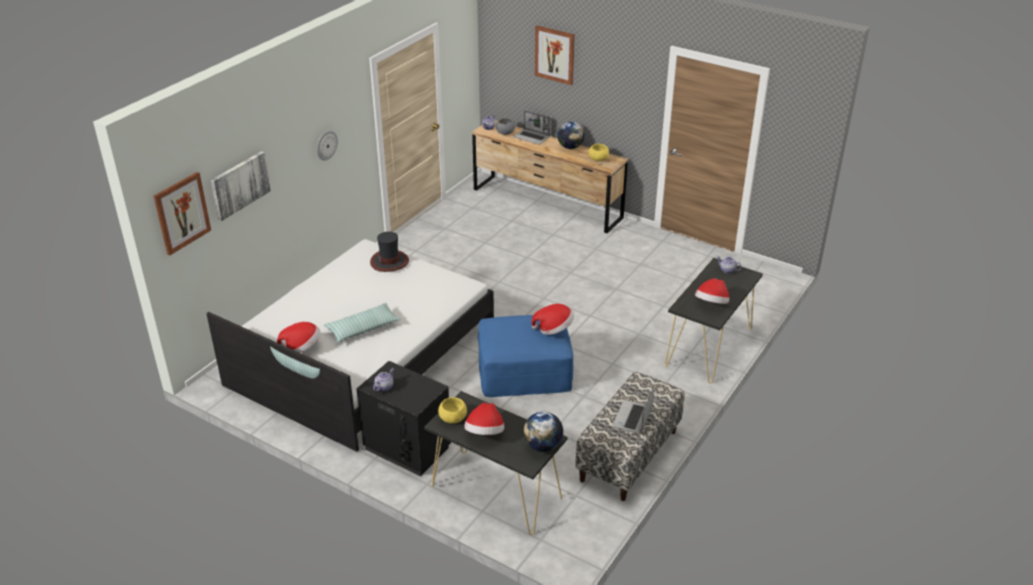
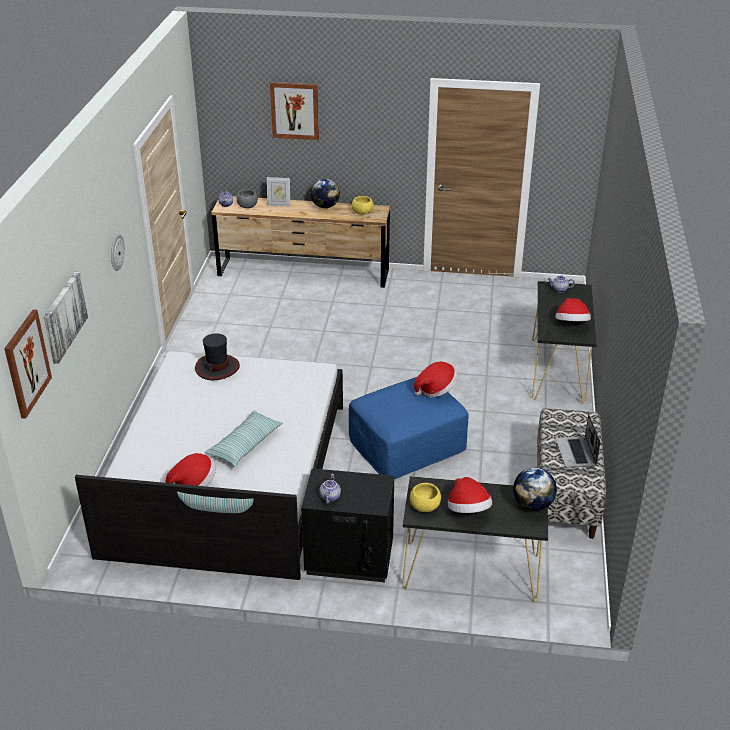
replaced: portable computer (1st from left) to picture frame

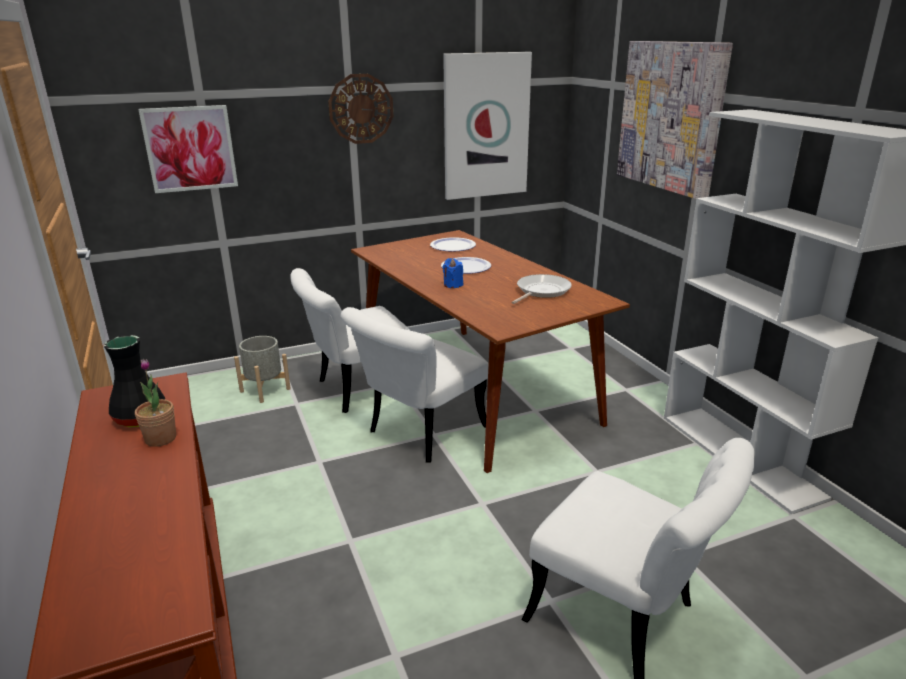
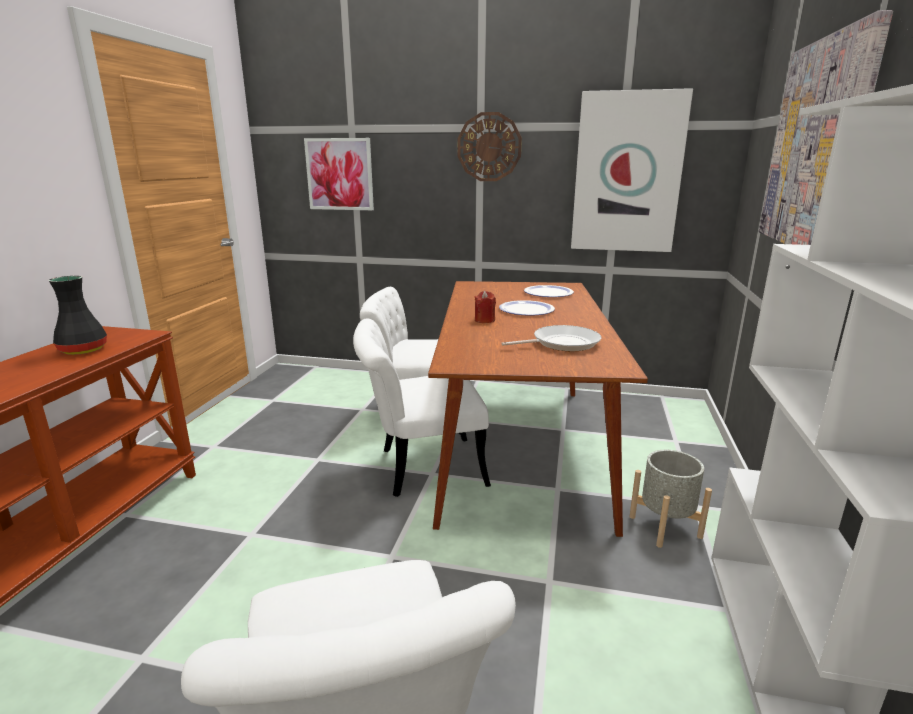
removed: potted plant
moved: gray flower pot
recoloured: bluish wax light to reddish wax light

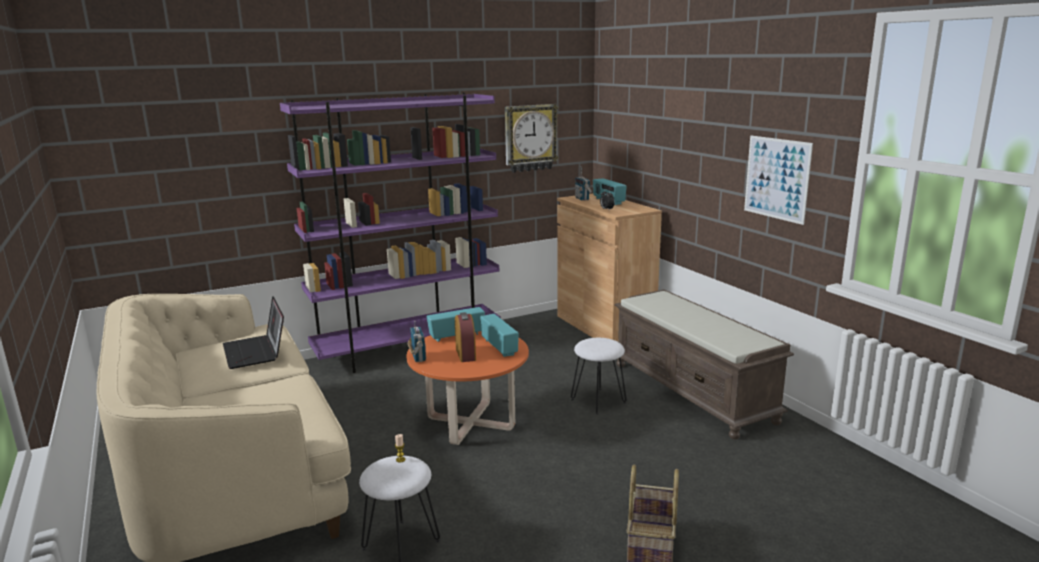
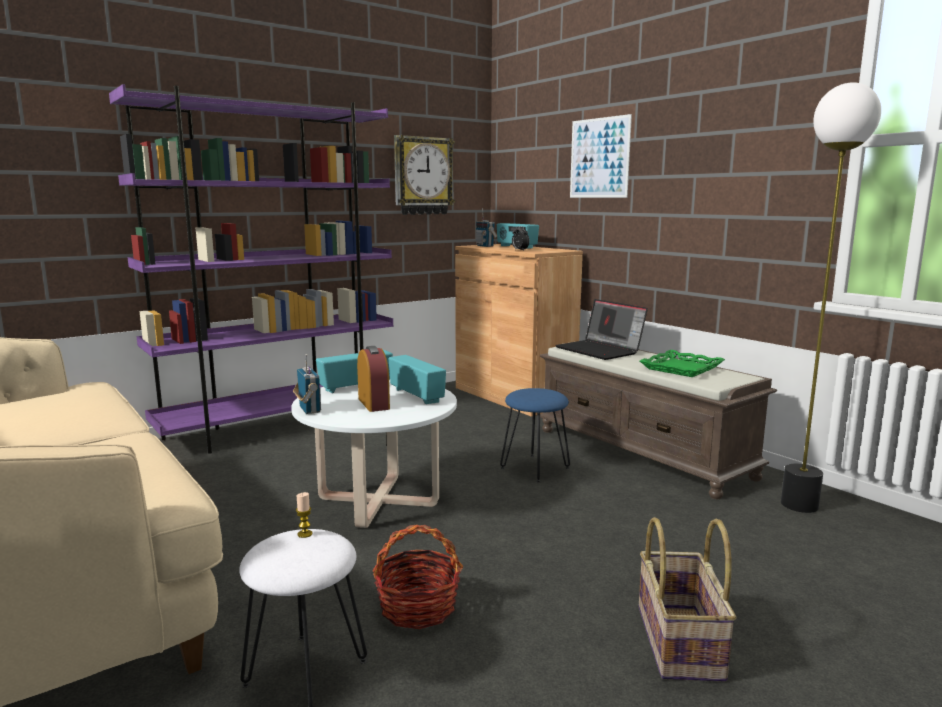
added: storage basket (1st from left); green serving tray; floor lamp
moved: portable computer; wall picture
recoloured: orange-coloured low table to white-coloured low table; white-coloured stool seat (2nd from left) to bluish stool seat

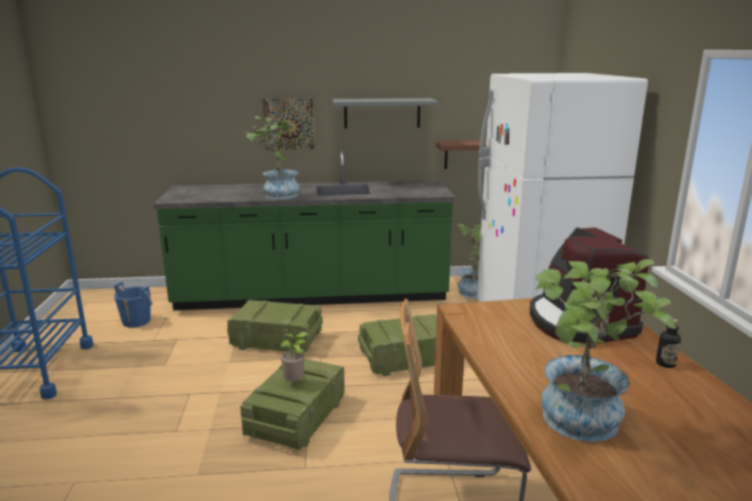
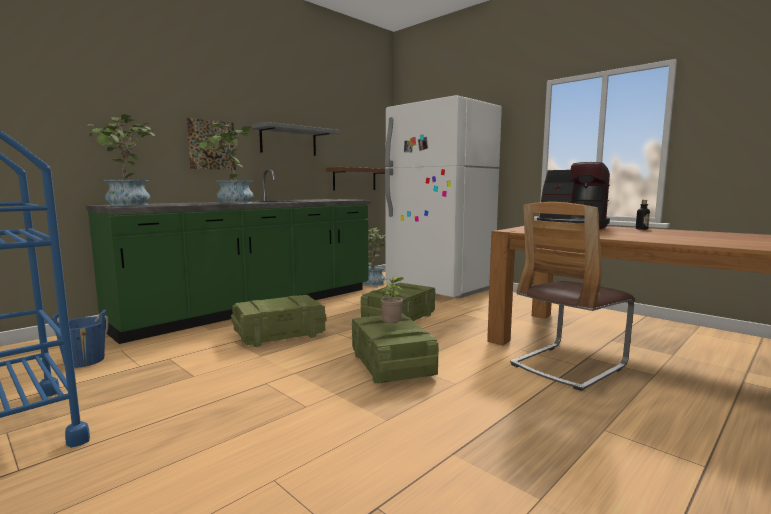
moved: potted plant (4th from left in the first image) to potted plant (1st from left)

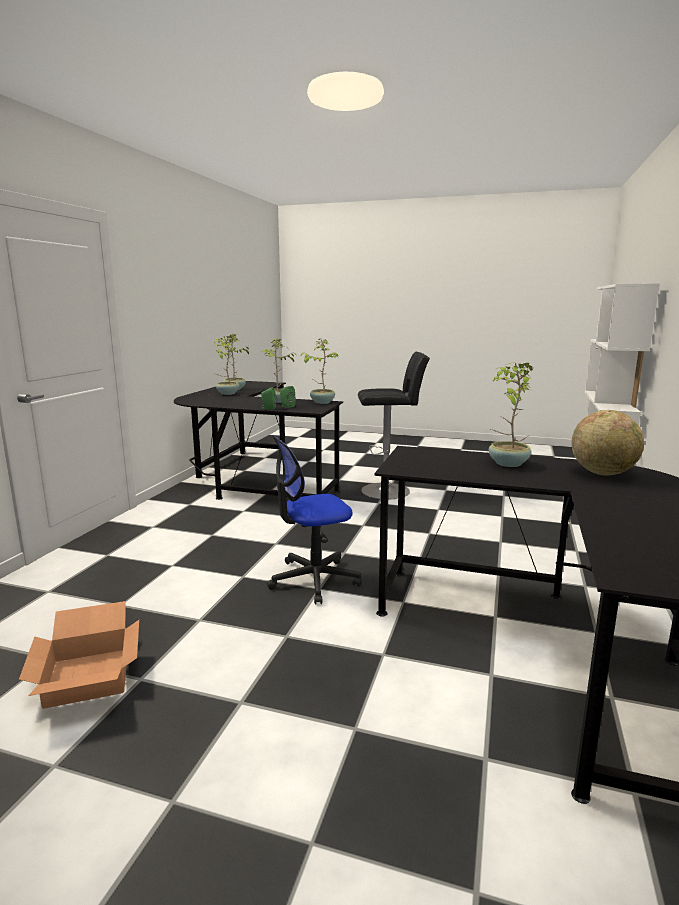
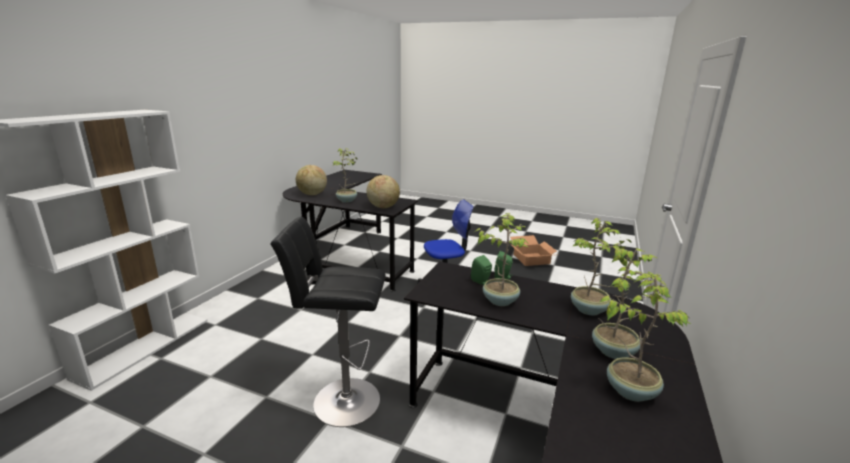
added: globe (2nd from left)
moved: potted plant (4th from left in the first image) to potted plant (3rd from left)

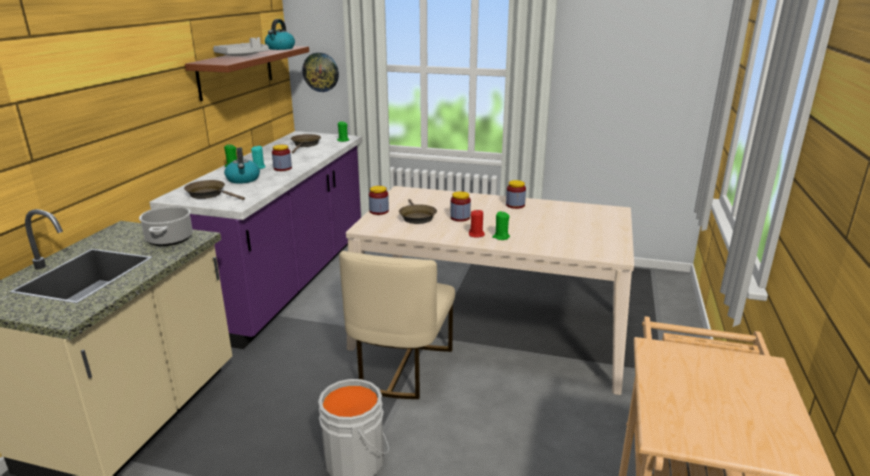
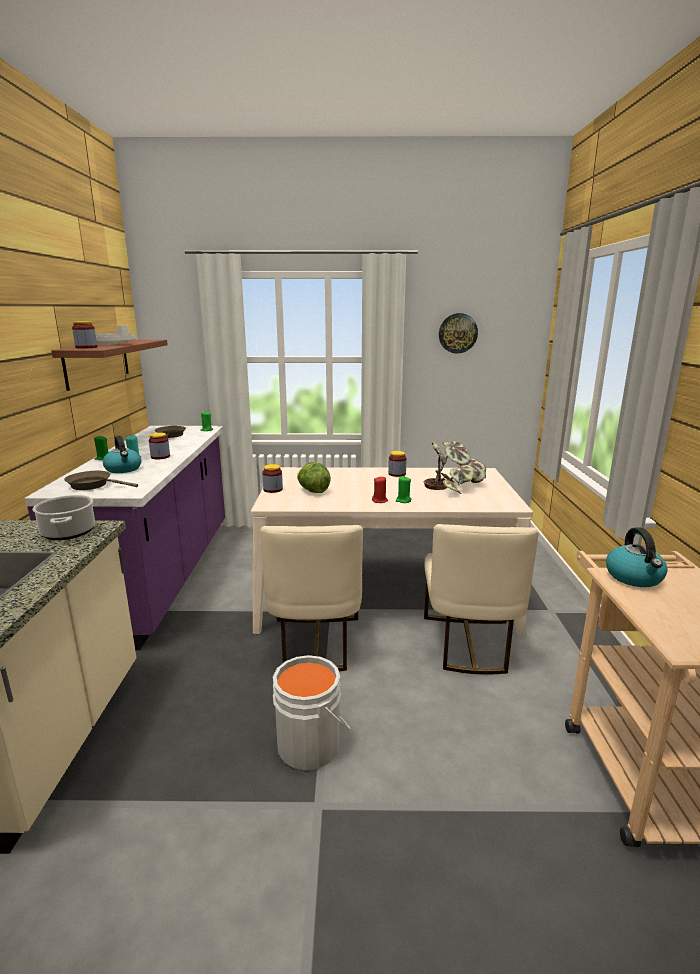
added: potted plant; beige chair (2nd from left)
moved: kettle (2nd from left); wall clock; preserve jar (3rd from left in the first image) to preserve jar (1st from left)
replaced: brownish frying pan (3rd from left) to lettuce head

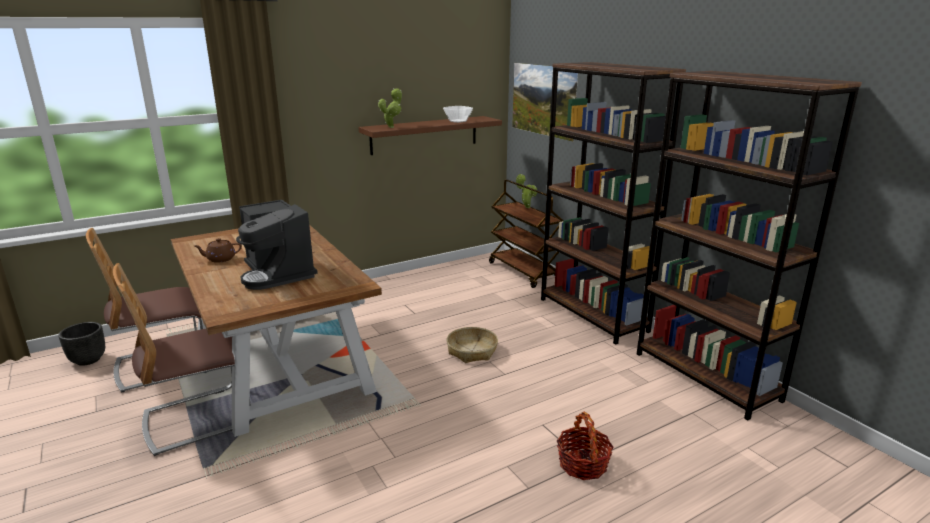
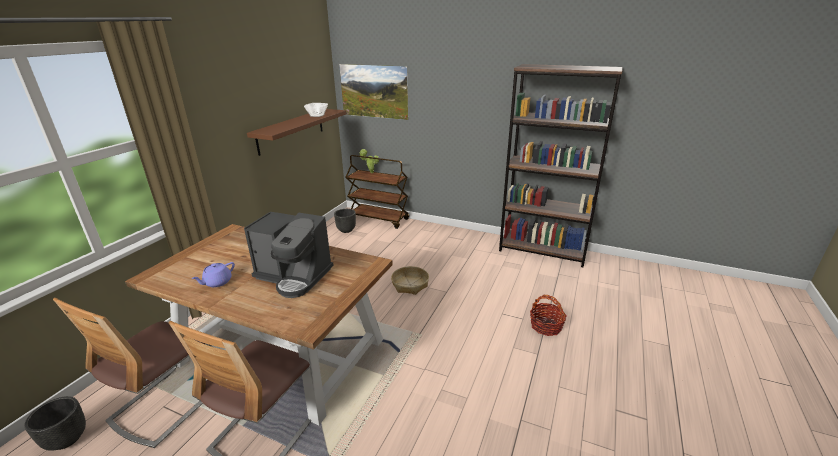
removed: potted plant (1st from left); brownish shelving unit (1st from left)
added: black flower pot (2nd from left)
recoloured: brownish pot for tea to purple pot for tea

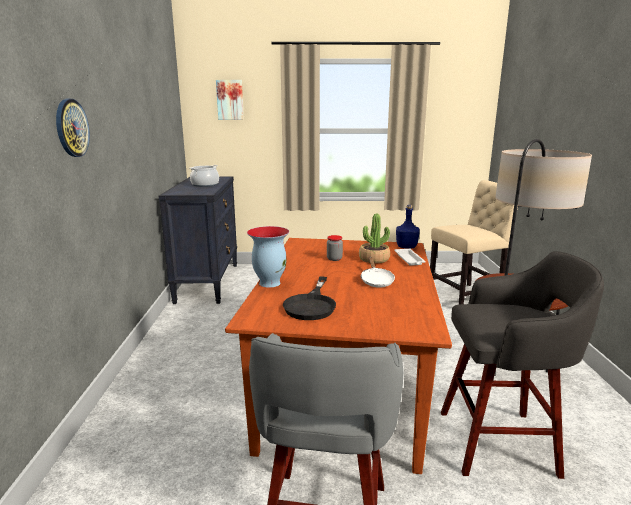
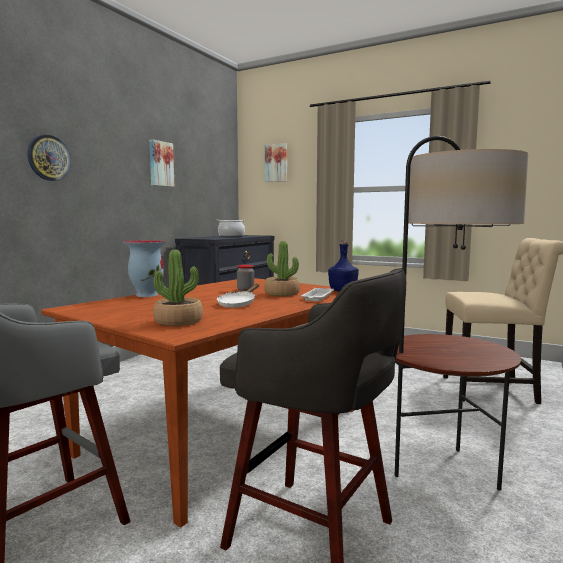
removed: black frying pan
added: wall picture (1st from left); potted plant (1st from left)

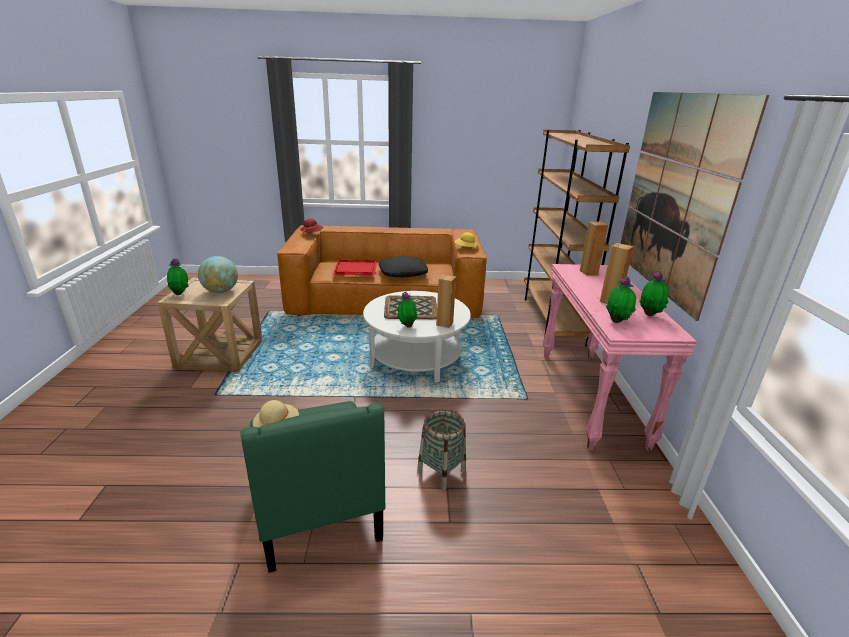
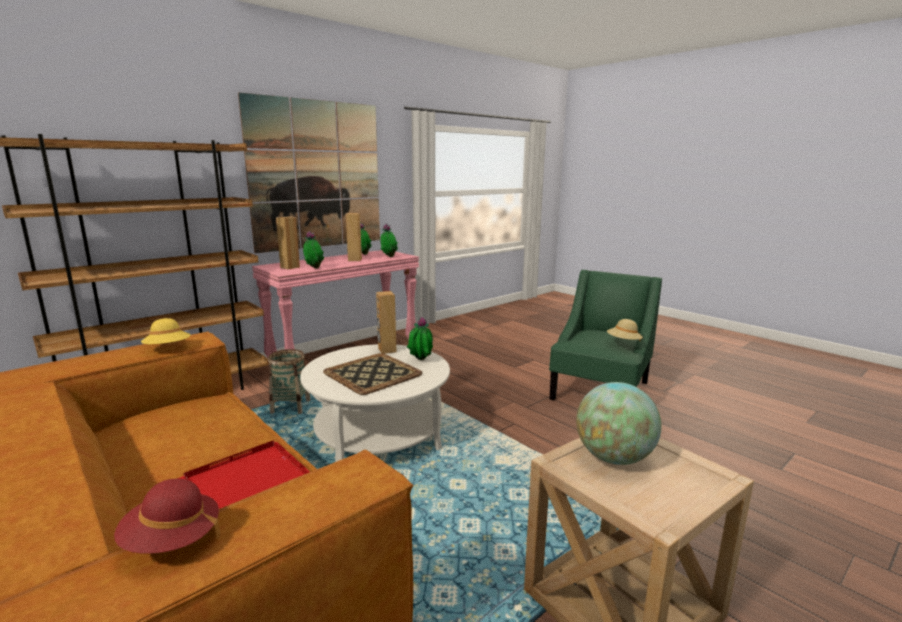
removed: black pillow
moved: potted plant (1st from left); storage basket

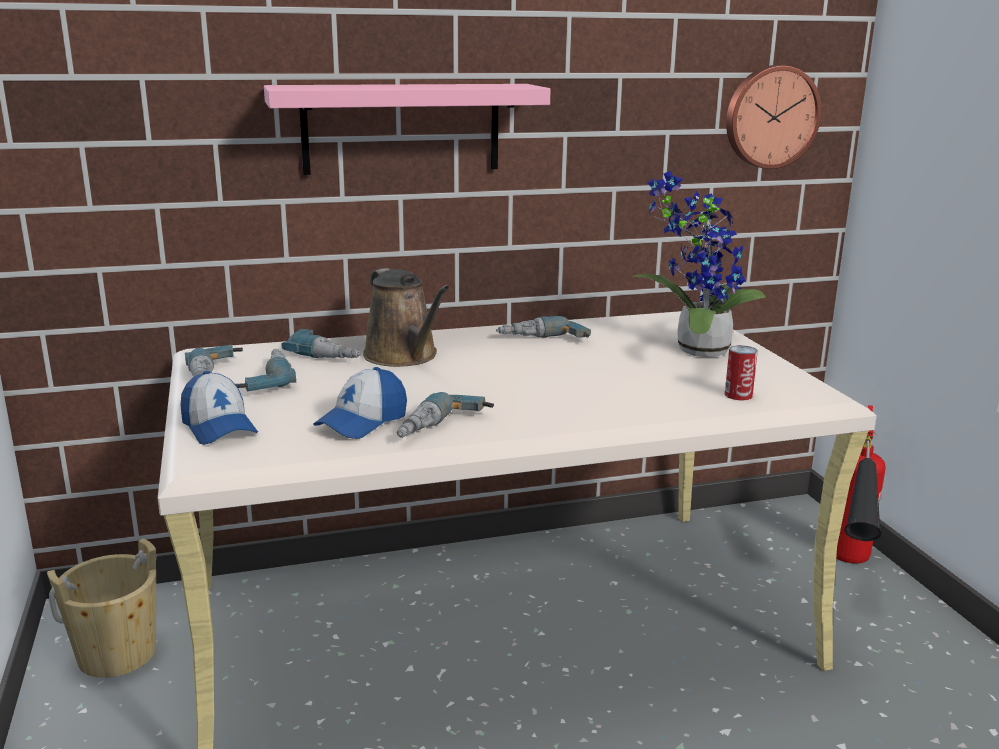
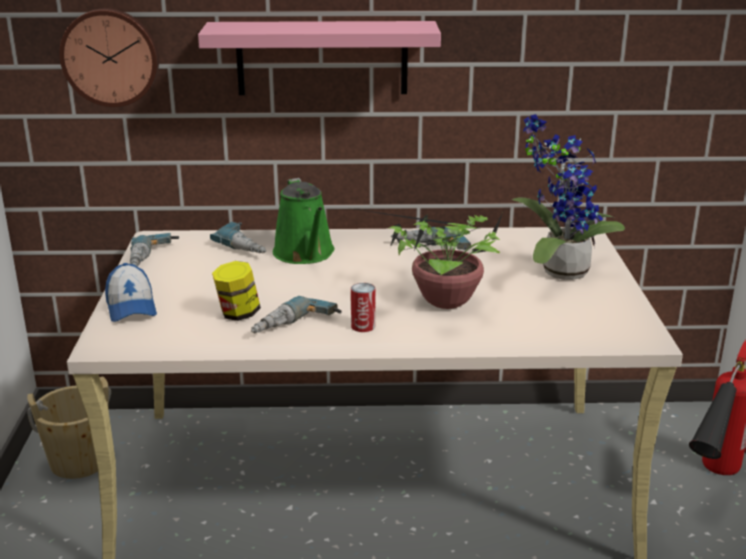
removed: electric drill (2nd from left)
added: potted plant (1st from left)
moved: can; wall clock
replaced: peaked cap (2nd from left) to preserve jar
recoloured: brownish watering pot to green watering pot

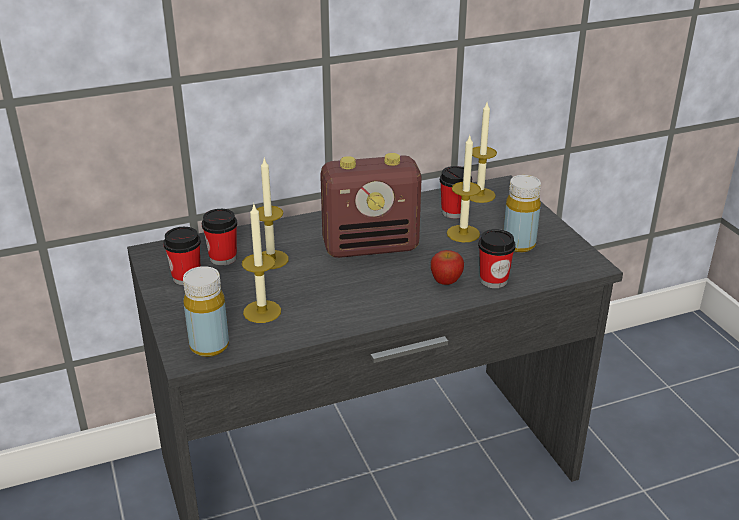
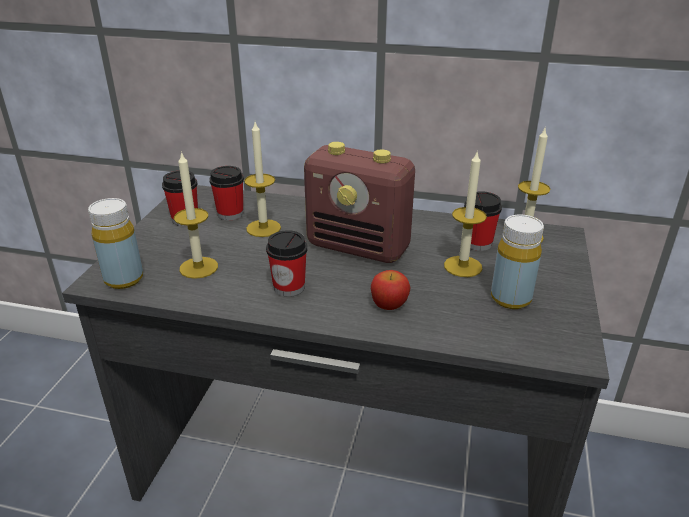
moved: small cup (4th from left in the first image) to small cup (3rd from left)

